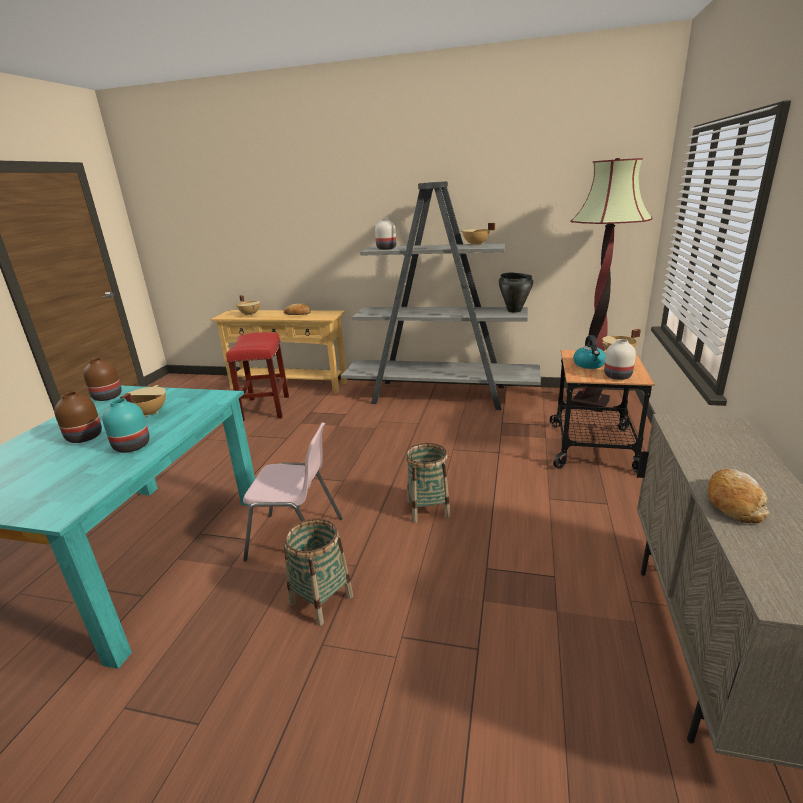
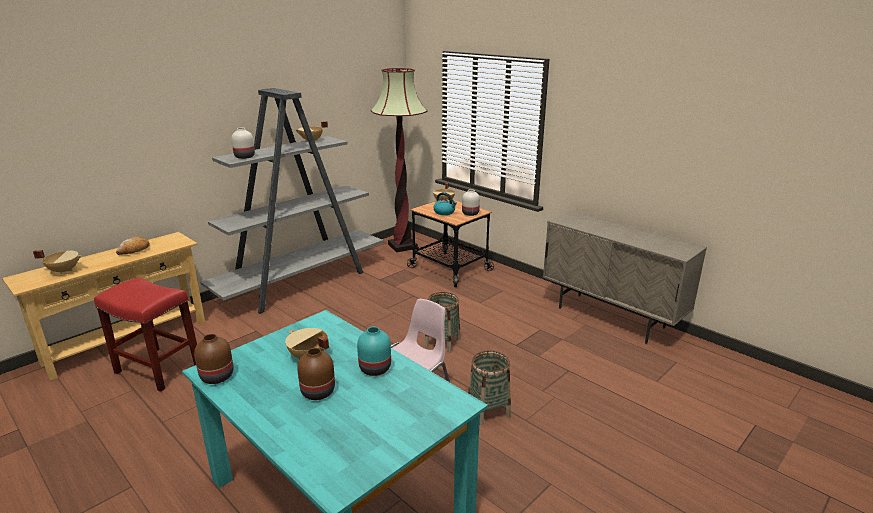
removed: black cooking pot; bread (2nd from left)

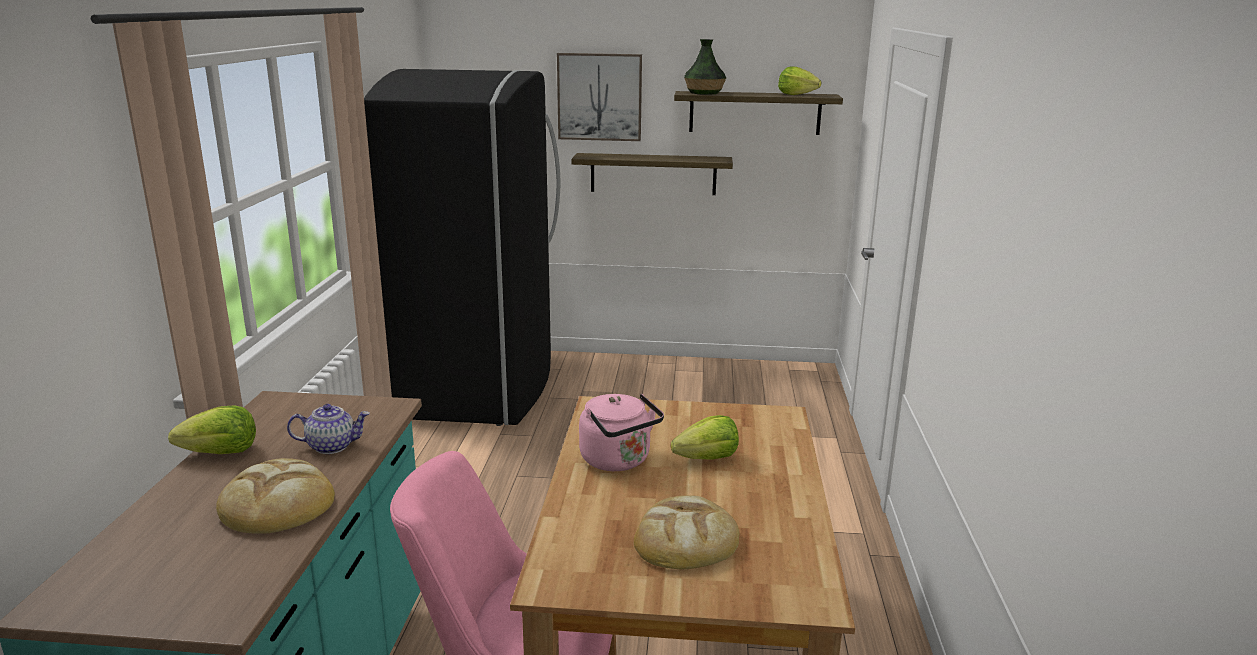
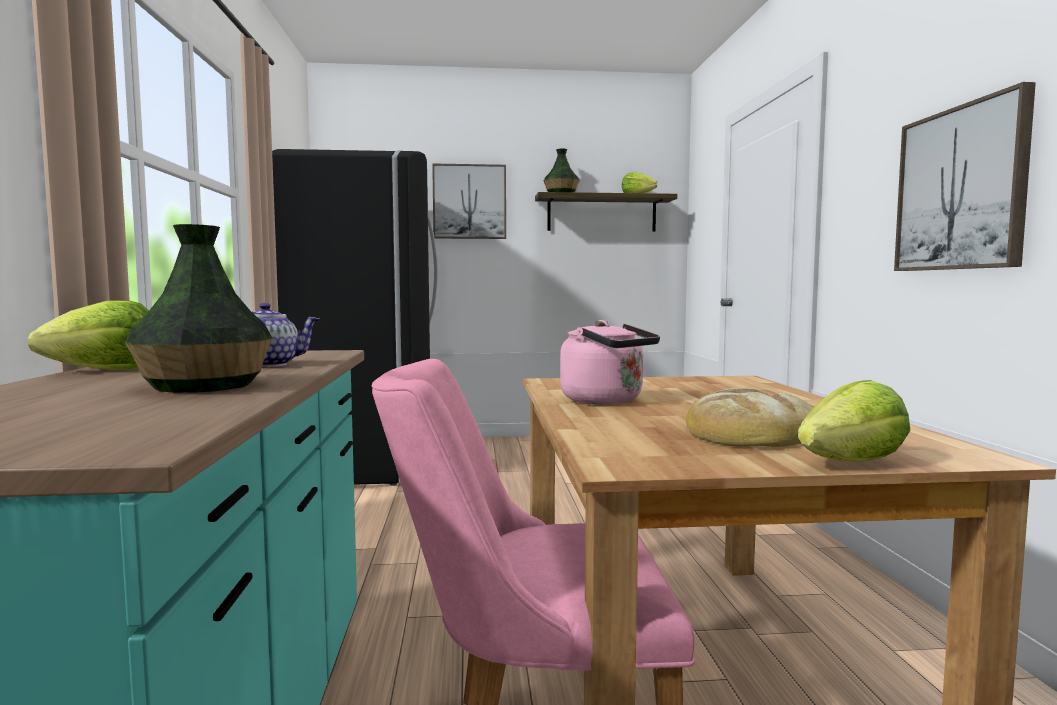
removed: bracket shelf (1st from left)
added: wall picture (2nd from left)
moved: lettuce head (2nd from left in the first image) to lettuce head (3rd from left)
replaced: bread (1st from left) to vase (1st from left)

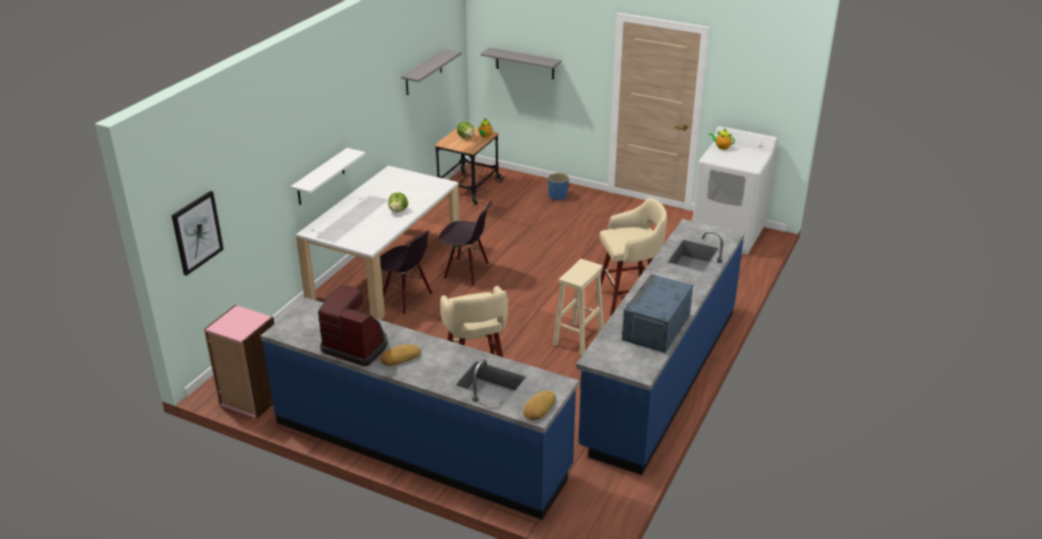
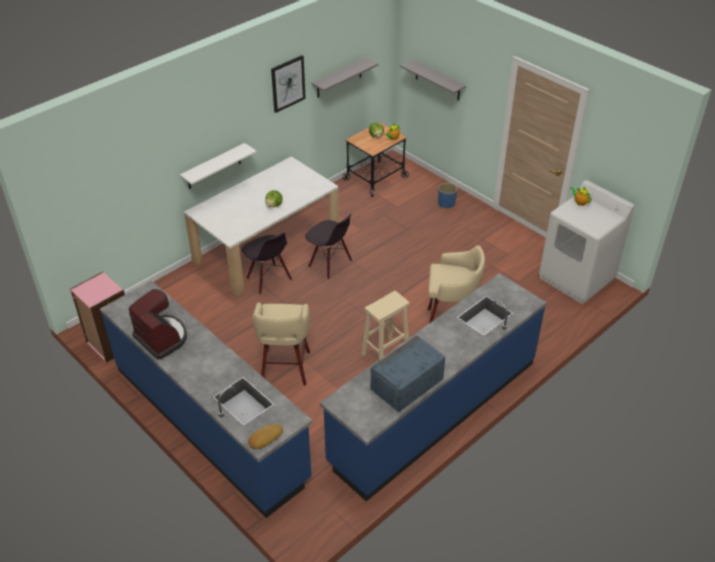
removed: bread (1st from left)
moved: wall picture

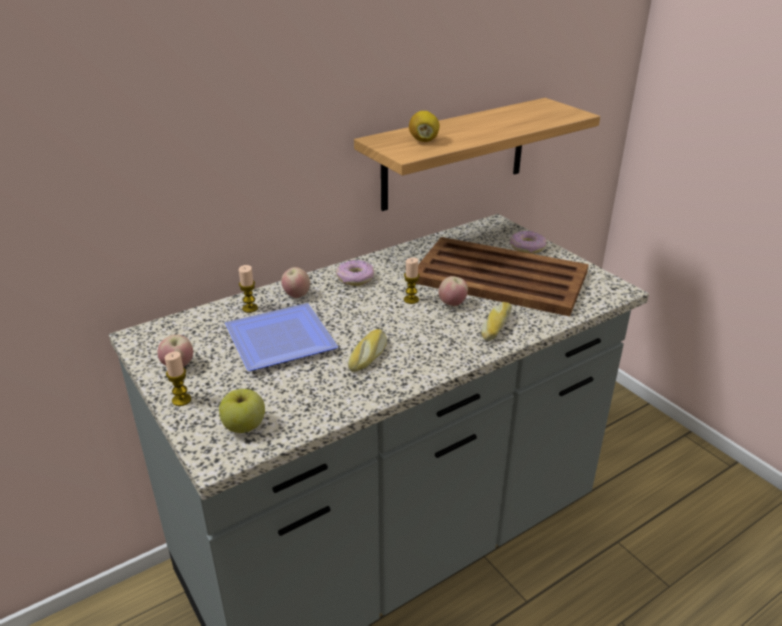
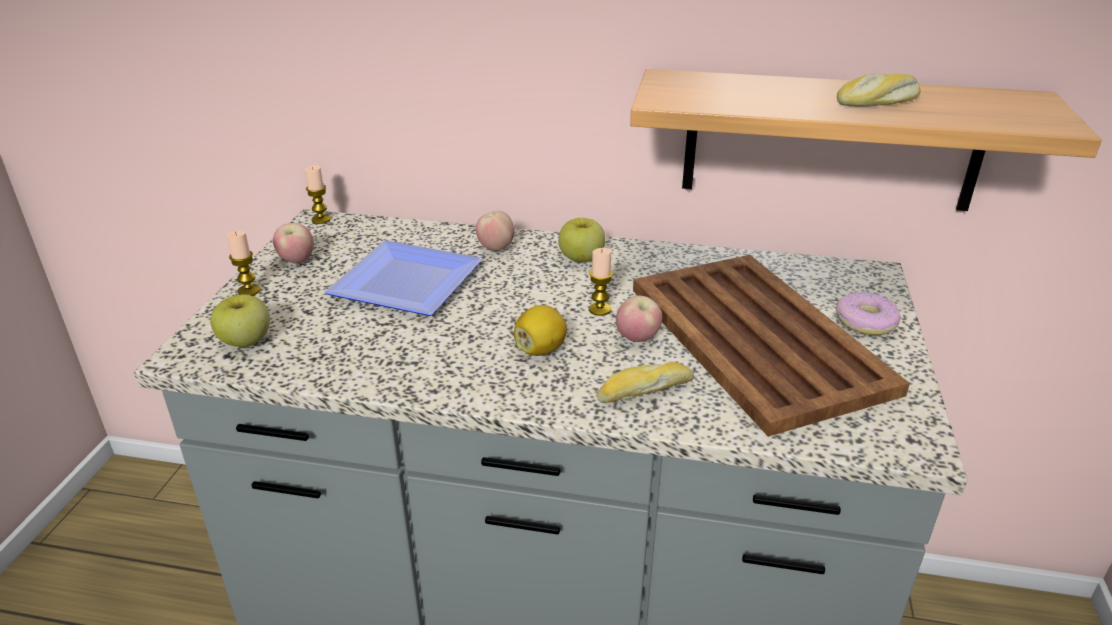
moved: wax light (2nd from left); bread (1st from left in the first image) to bread (2nd from left); citrus fruit
replaced: doughnut (1st from left) to apple (4th from left)

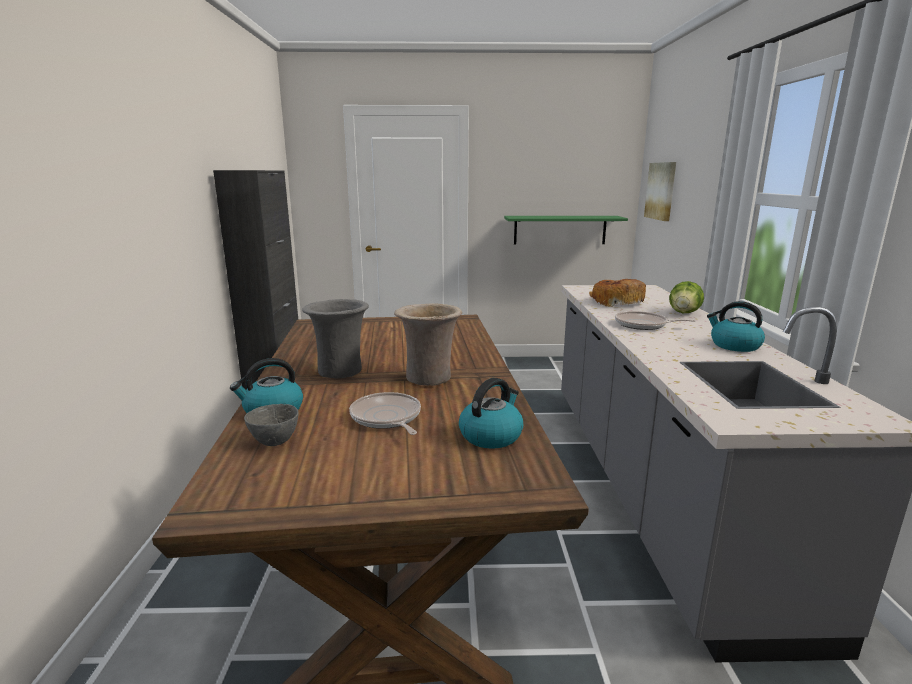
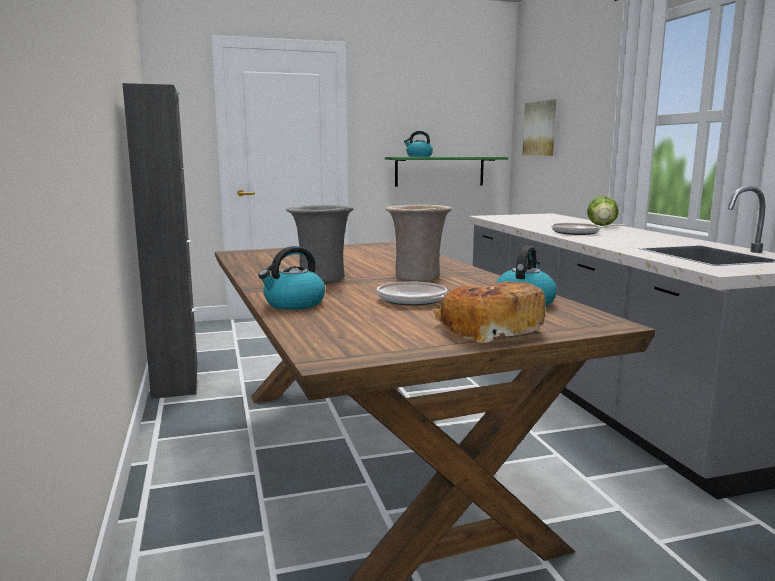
removed: gray deep dish
moved: bread; kettle (3rd from left in the first image) to kettle (2nd from left)

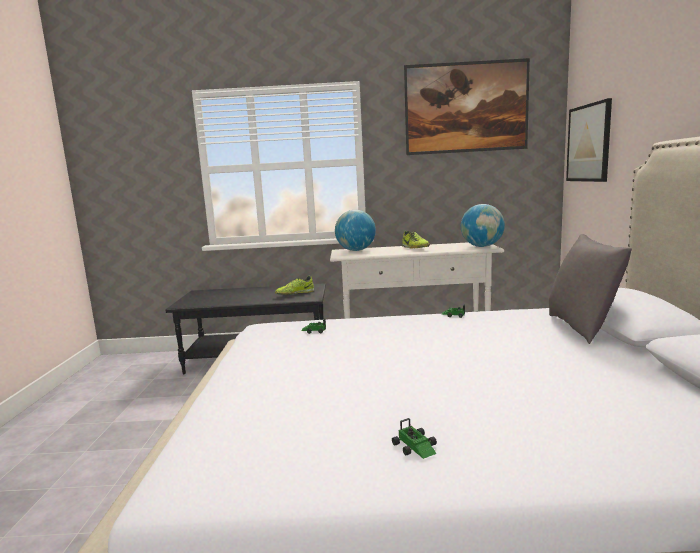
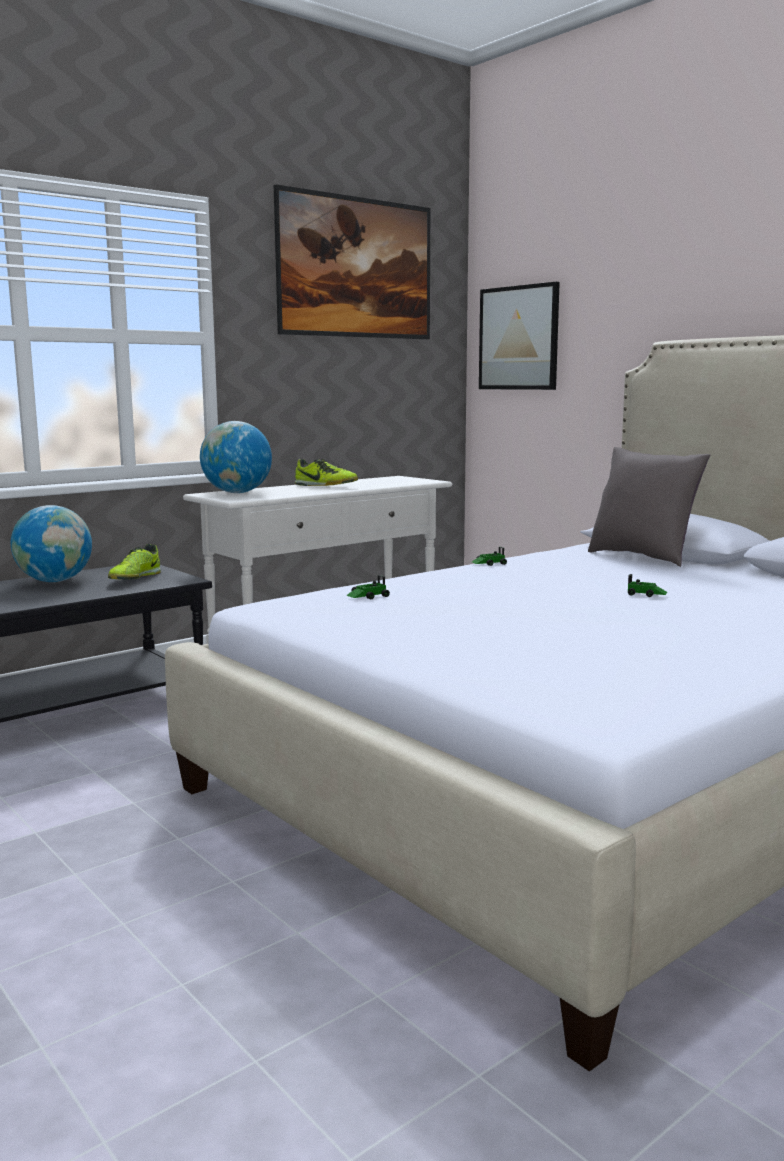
moved: miniature car (2nd from left in the first image) to miniature car (3rd from left); globe (2nd from left in the first image) to globe (1st from left)

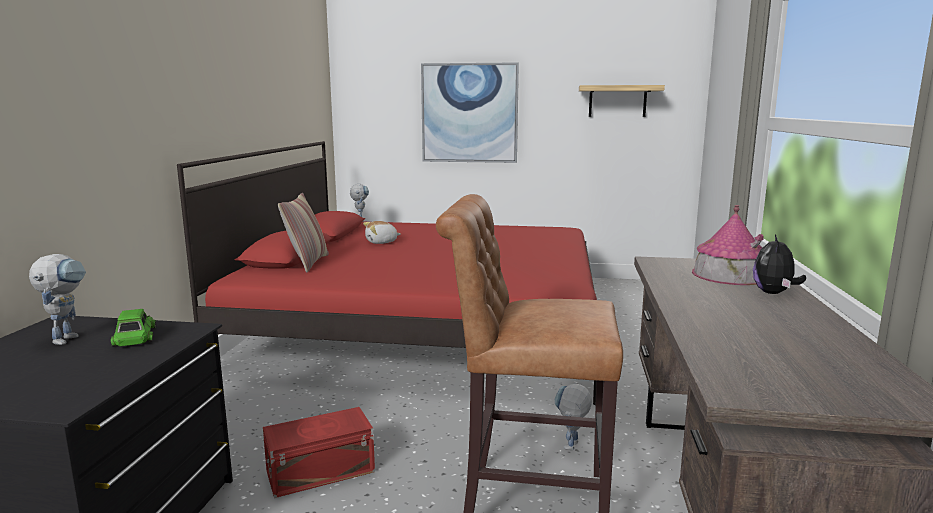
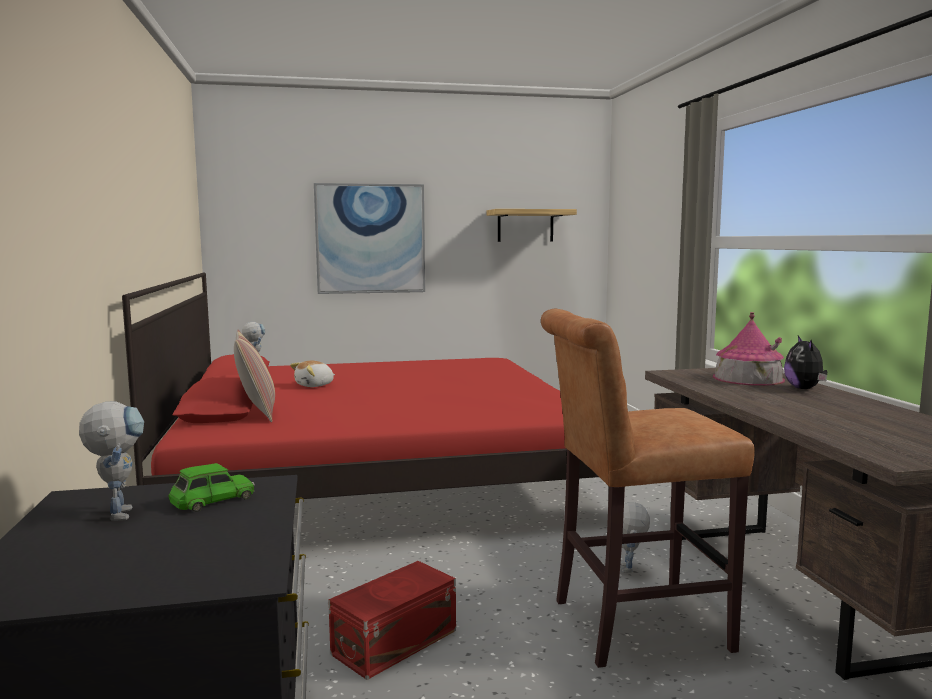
turned: green miniature car 90 degrees clockwise

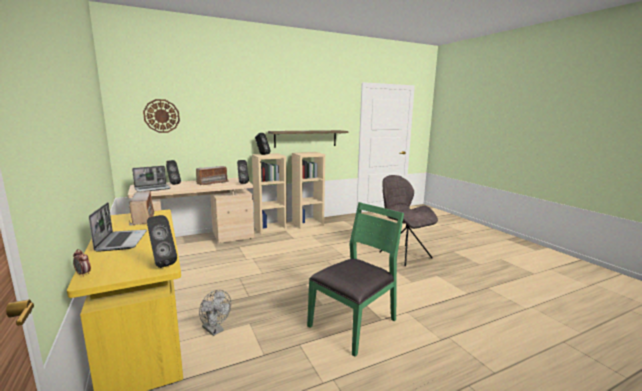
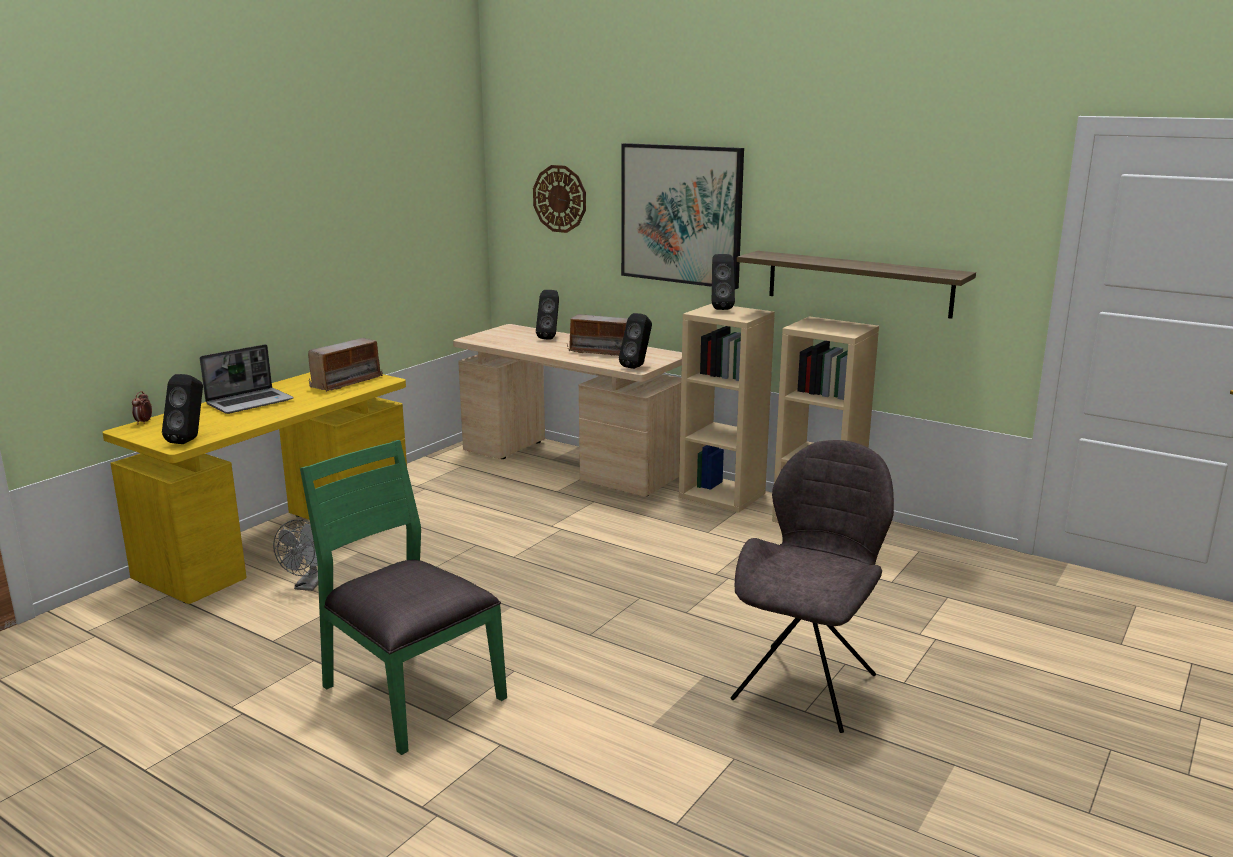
removed: portable computer (2nd from left)
added: wall picture
turned: green chair 150 degrees counterclockwise

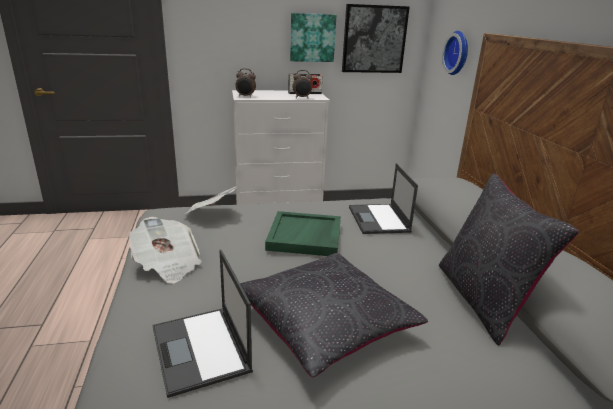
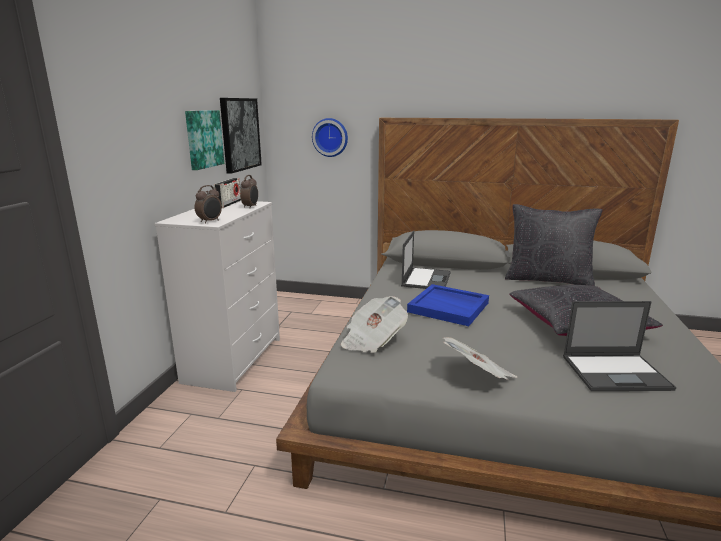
recoloured: green serving tray to bluish serving tray
turned: portable computer (2nd from left in the first image) 90 degrees counterclockwise

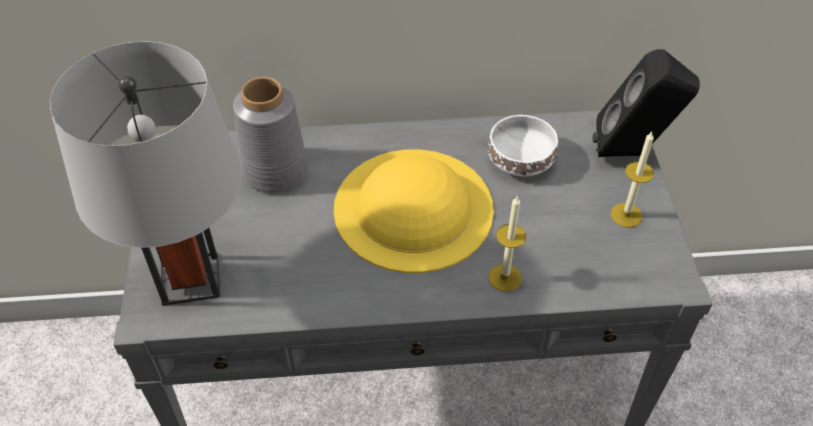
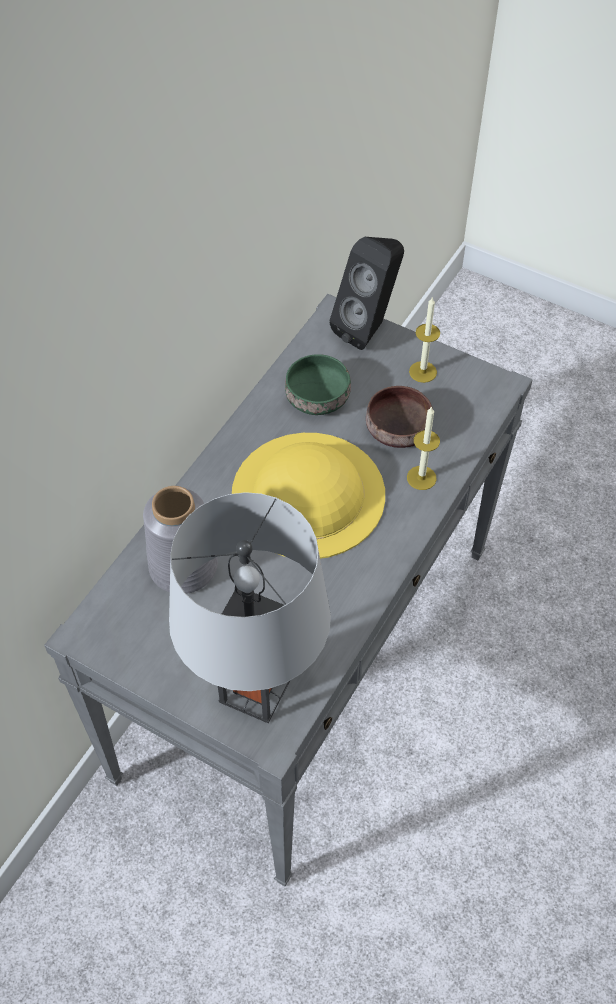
added: brownish deep dish
recoloured: white-coloured deep dish to green deep dish

